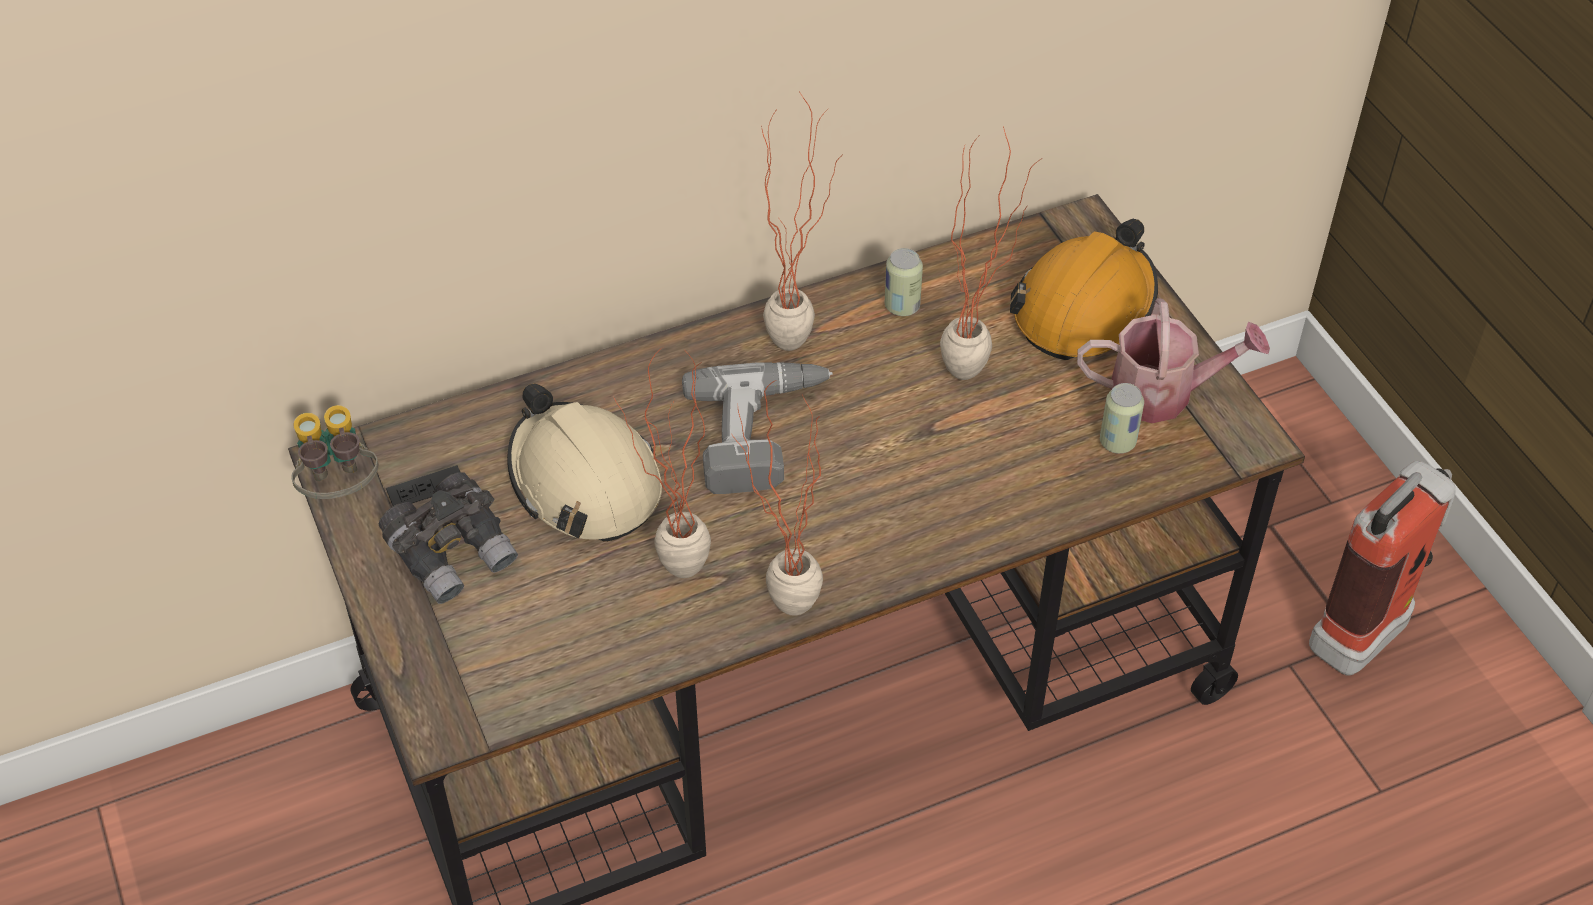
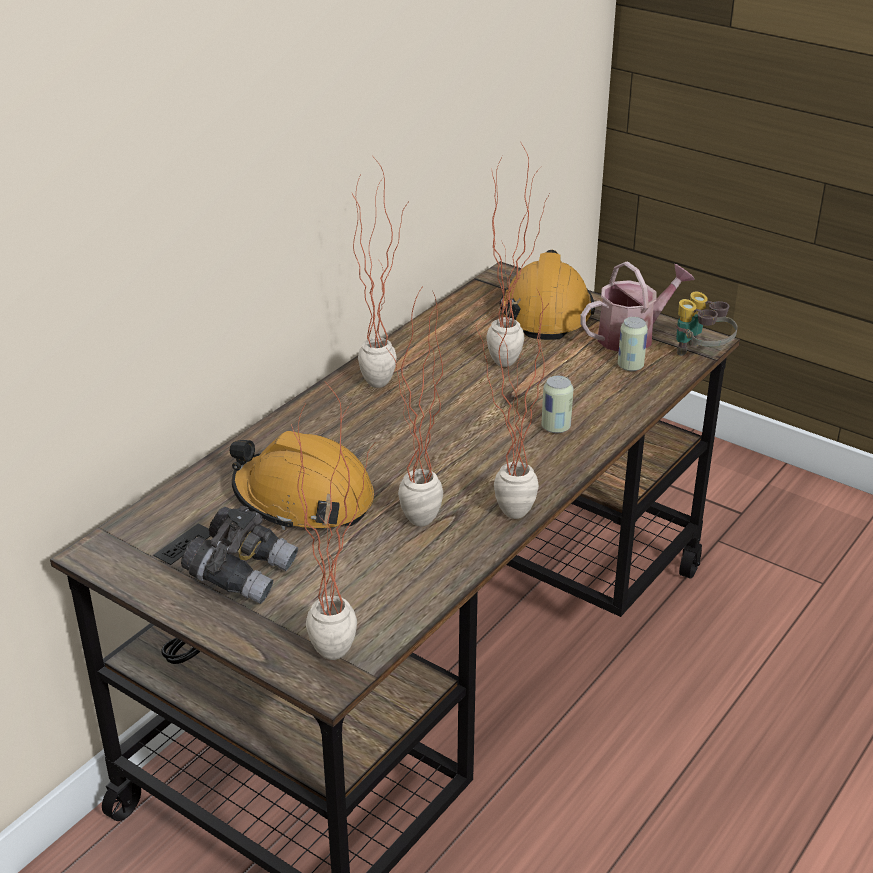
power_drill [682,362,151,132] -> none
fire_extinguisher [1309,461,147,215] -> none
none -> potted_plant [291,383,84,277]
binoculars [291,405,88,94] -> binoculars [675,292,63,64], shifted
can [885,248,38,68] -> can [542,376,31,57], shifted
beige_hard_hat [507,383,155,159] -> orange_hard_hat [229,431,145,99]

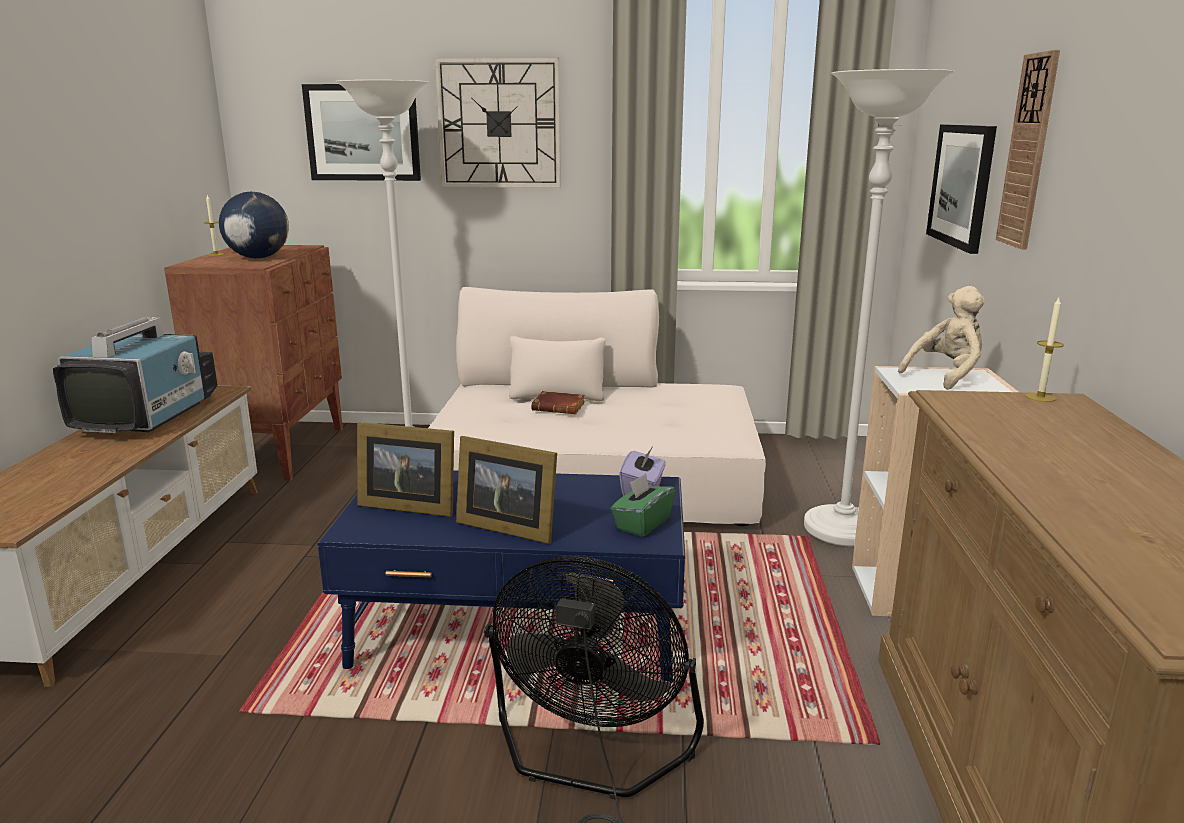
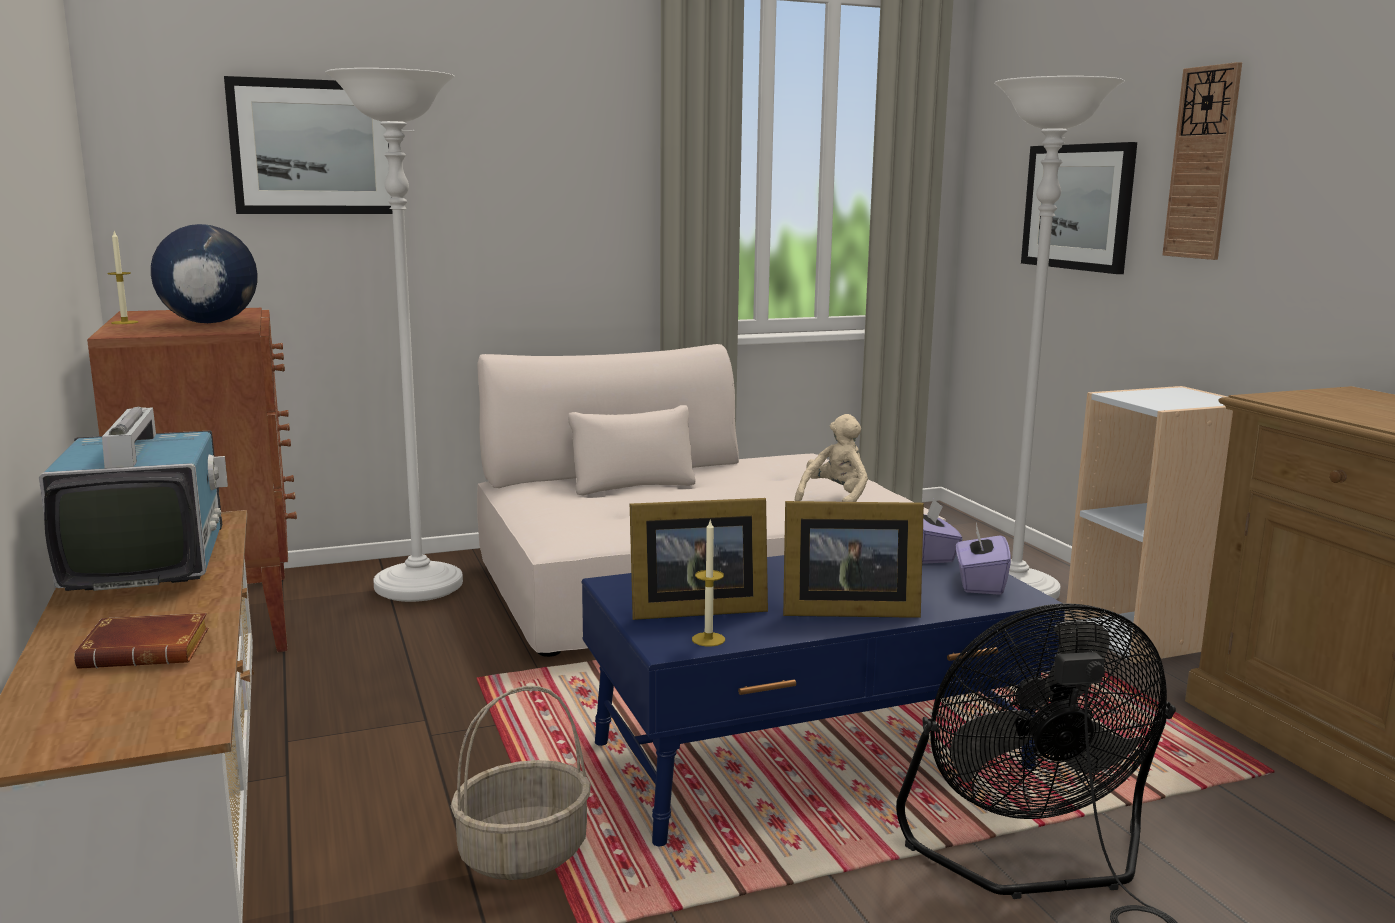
wall_clock [434,58,127,130] -> none
none -> basket [451,686,140,194]
brown_book [531,391,54,23] -> brown_book [74,613,134,56], shifted
beige_plush_toy [898,286,87,104] -> beige_plush_toy [795,414,73,88], shifted
candle [1026,298,38,104] -> candle [692,519,33,127], shifted
green_tissue_box [611,473,64,64] -> purple_tissue_box [956,523,55,72]

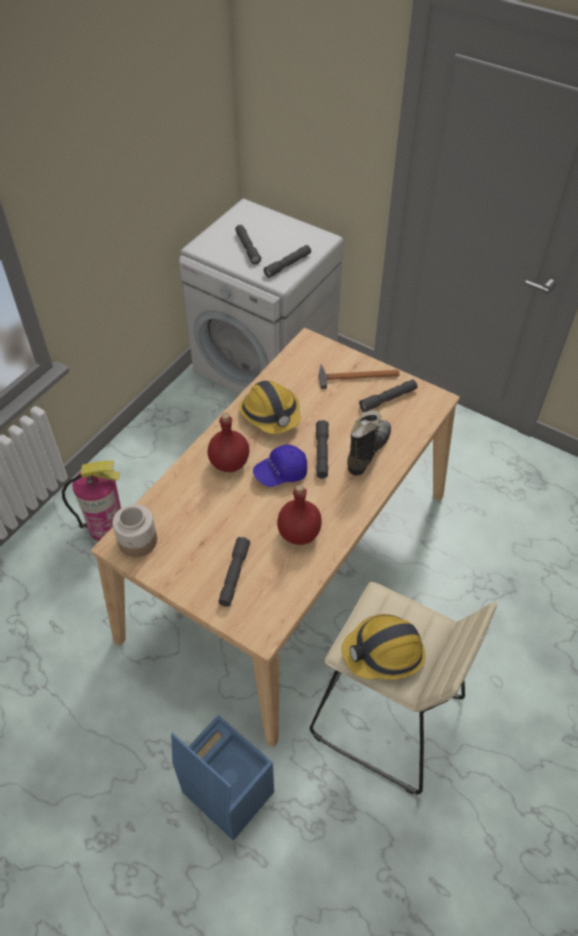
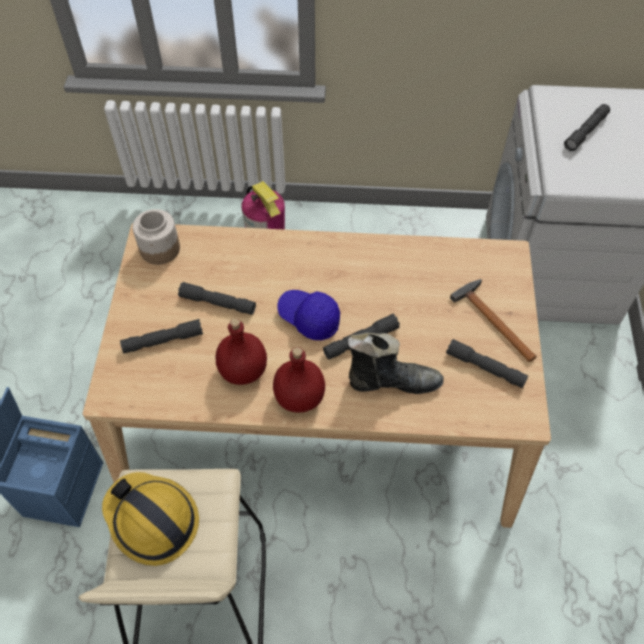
hard_hat [239,380,62,54] -> none
red_bottle [208,413,41,59] -> red_bottle [273,347,52,65], shifted
grey_flashlight [263,245,48,33] -> grey_flashlight [178,282,78,33], shifted

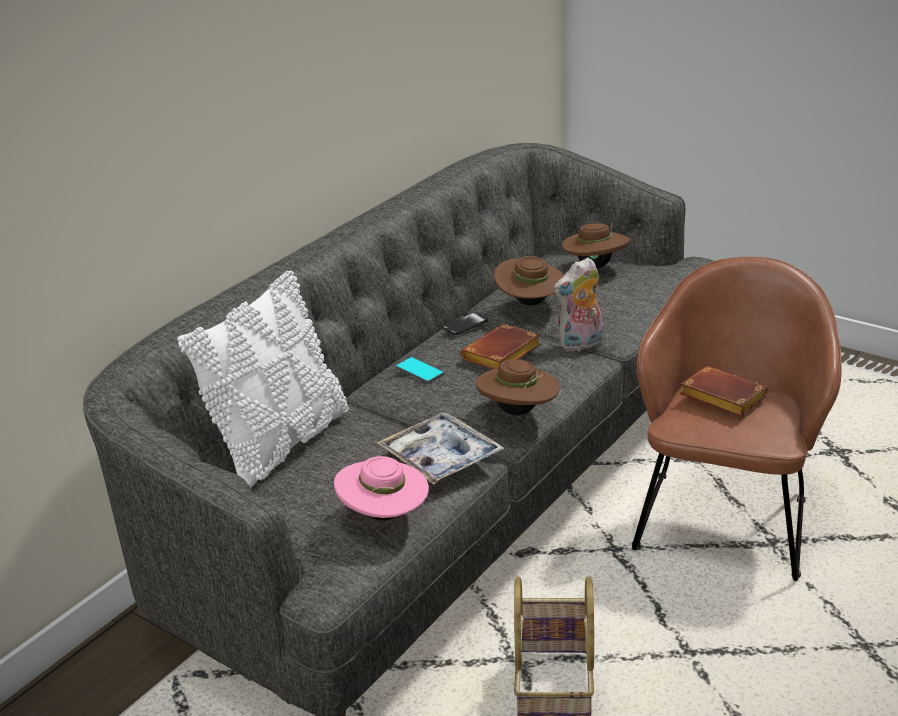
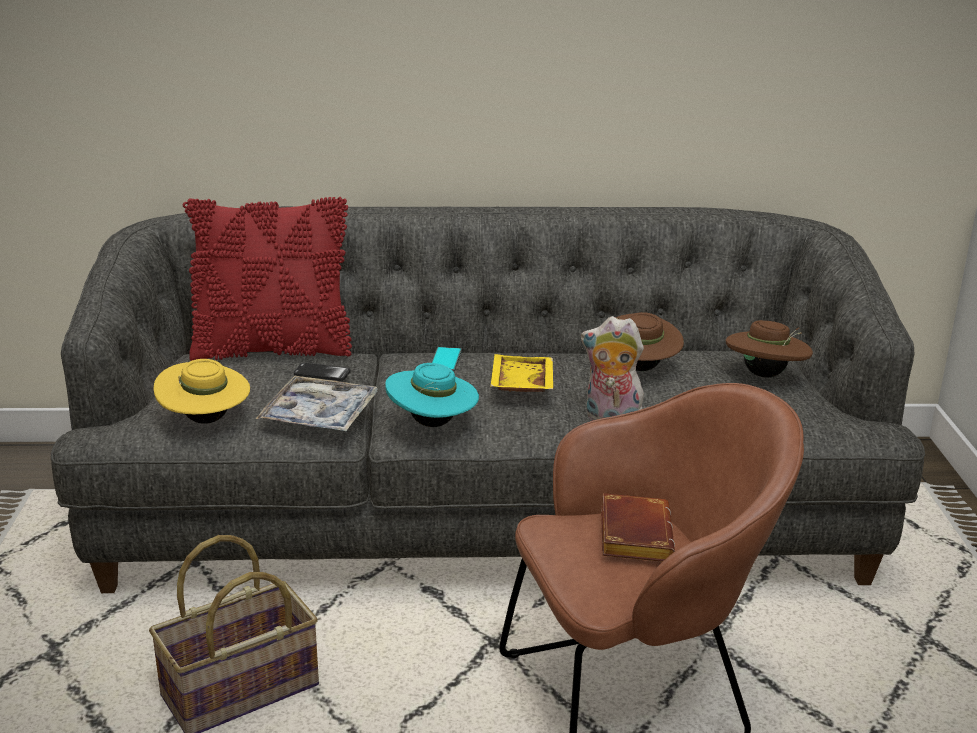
phone [443,312,45,23] -> phone [294,363,57,18], shifted
brown_book [461,324,80,45] -> yellow_tray [490,354,63,38]
white_pillow [177,271,172,217] -> red_pillow [182,197,170,164]
pink_hat [334,456,95,65] -> yellow_hat [153,359,97,65]
brown_hat [476,359,83,57] -> turquoise_hat [385,363,94,64]

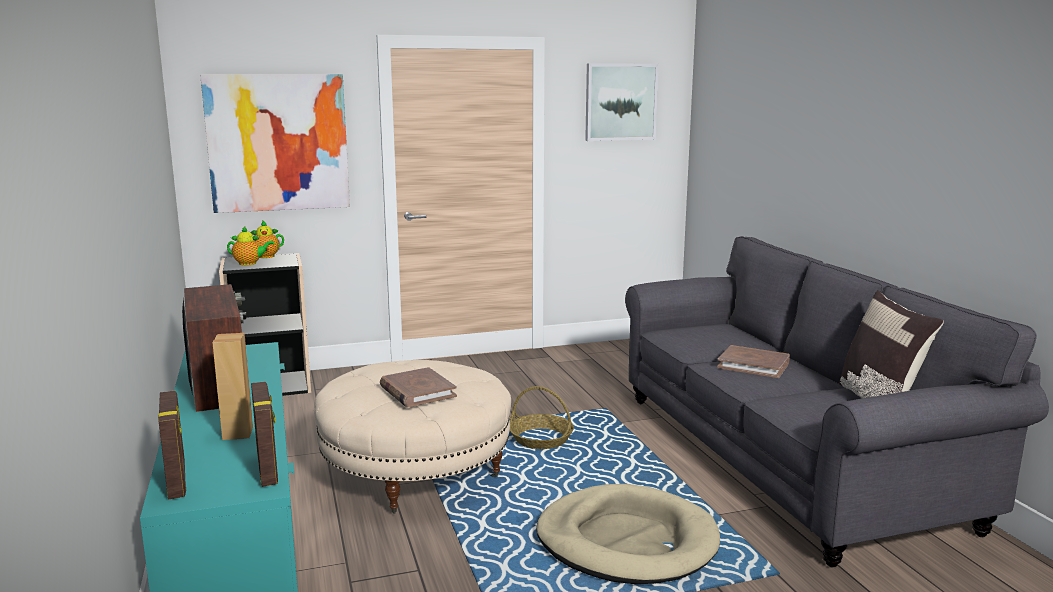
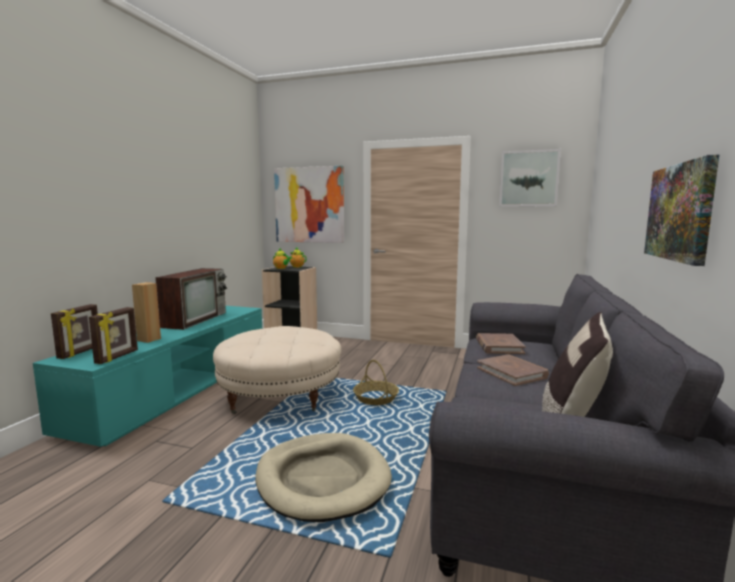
none -> picture [644,154,76,112]
brown_book [380,367,77,40] -> brown_book [476,333,50,21], shifted

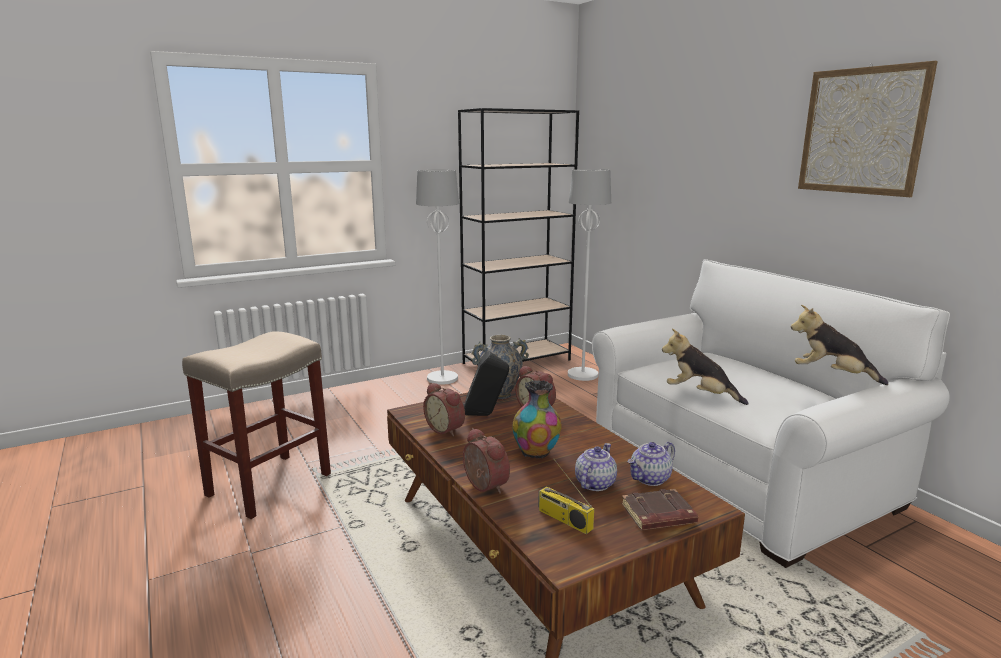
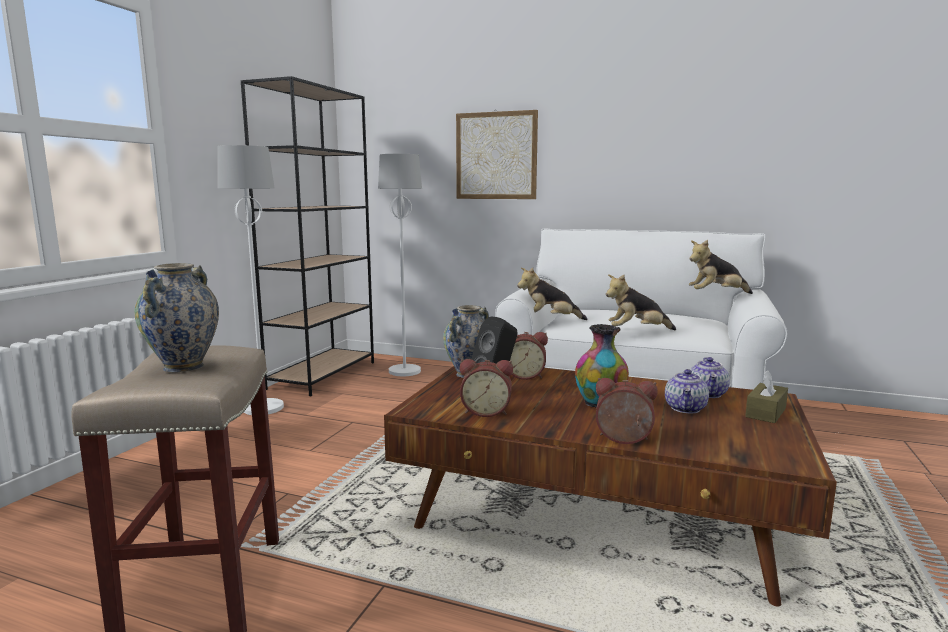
radio [538,459,56,75] -> none
none -> vase [134,263,85,110]
none -> plush_toy [517,267,70,53]
picture [798,61,140,136] -> picture [456,110,82,89], shifted
brown_book [622,489,76,41] -> brown_tissue_box [745,371,43,52]
teapot [575,443,42,48] -> teapot [665,369,44,44], 150 degrees counterclockwise

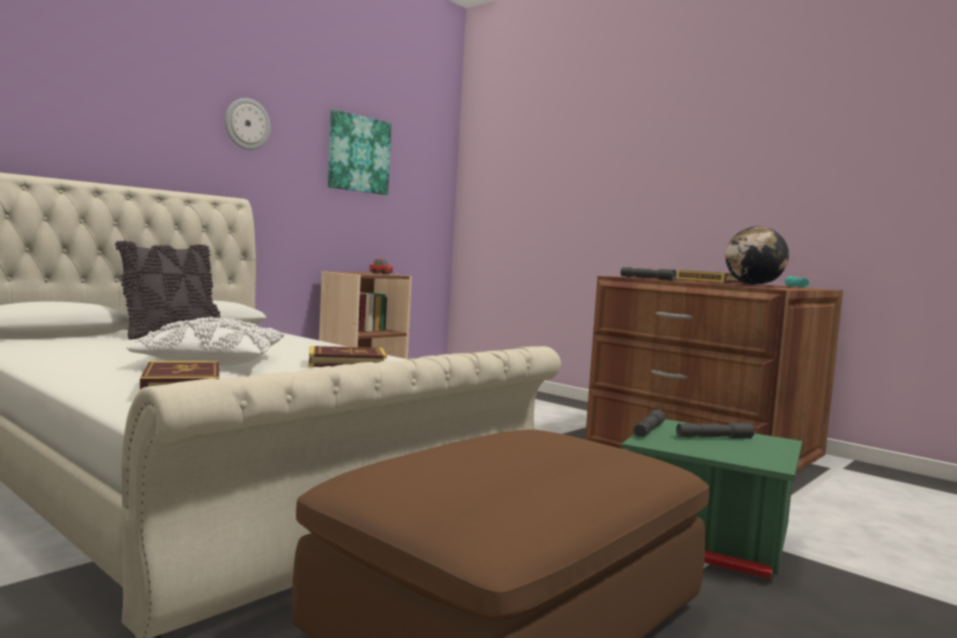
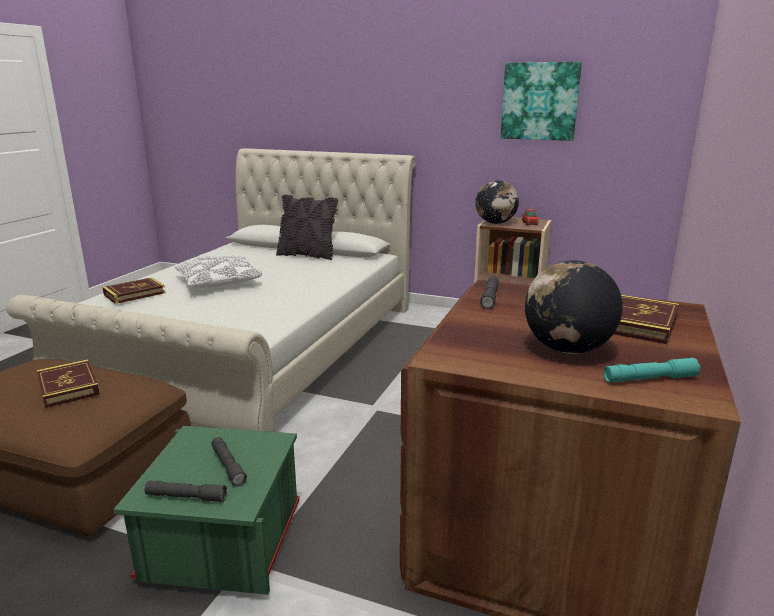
wall_clock [225,98,46,52] -> none
none -> globe [475,180,44,44]
book [309,346,78,21] -> book [37,359,63,49], shifted
grey_flashlight [633,409,32,28] -> grey_flashlight [145,481,82,21], shifted

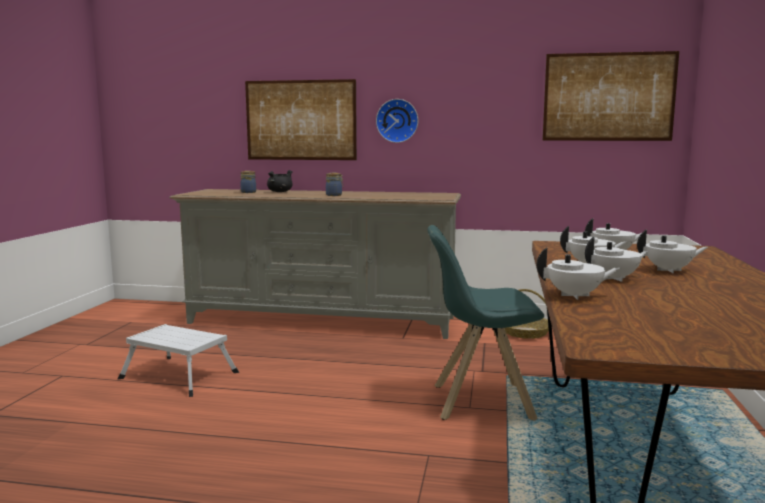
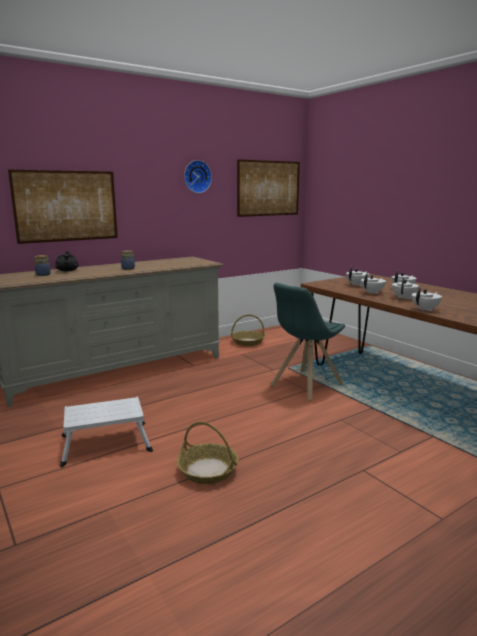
none -> basket [177,422,62,62]
wall_clock [376,99,42,44] -> wall_clock [184,160,28,33], shifted

